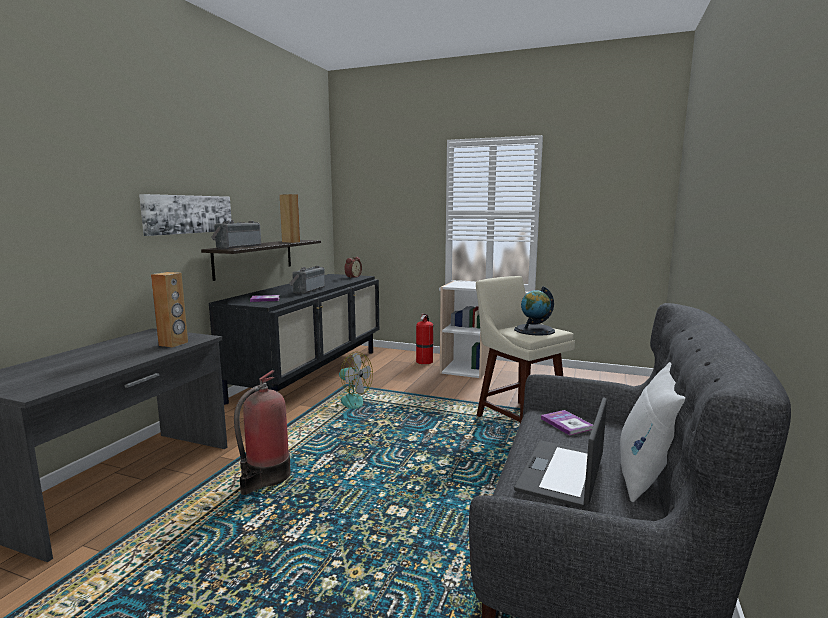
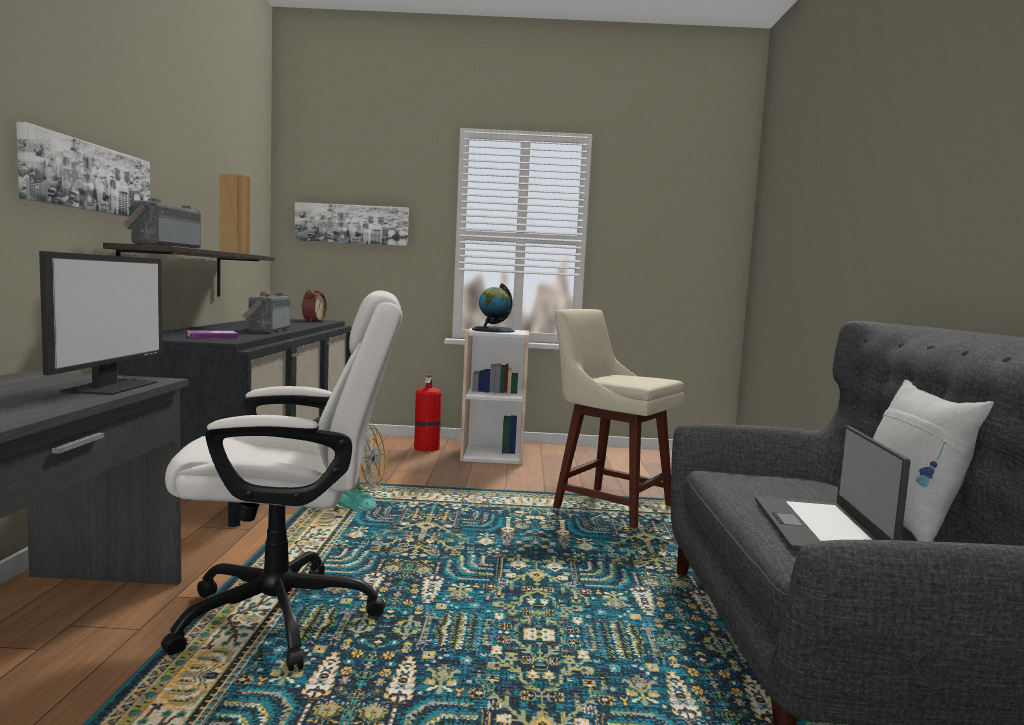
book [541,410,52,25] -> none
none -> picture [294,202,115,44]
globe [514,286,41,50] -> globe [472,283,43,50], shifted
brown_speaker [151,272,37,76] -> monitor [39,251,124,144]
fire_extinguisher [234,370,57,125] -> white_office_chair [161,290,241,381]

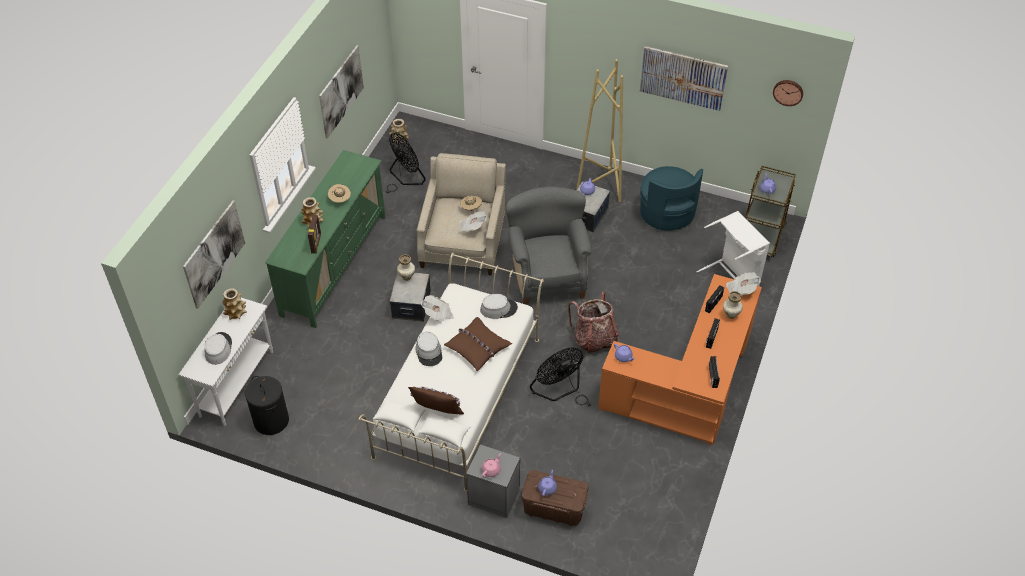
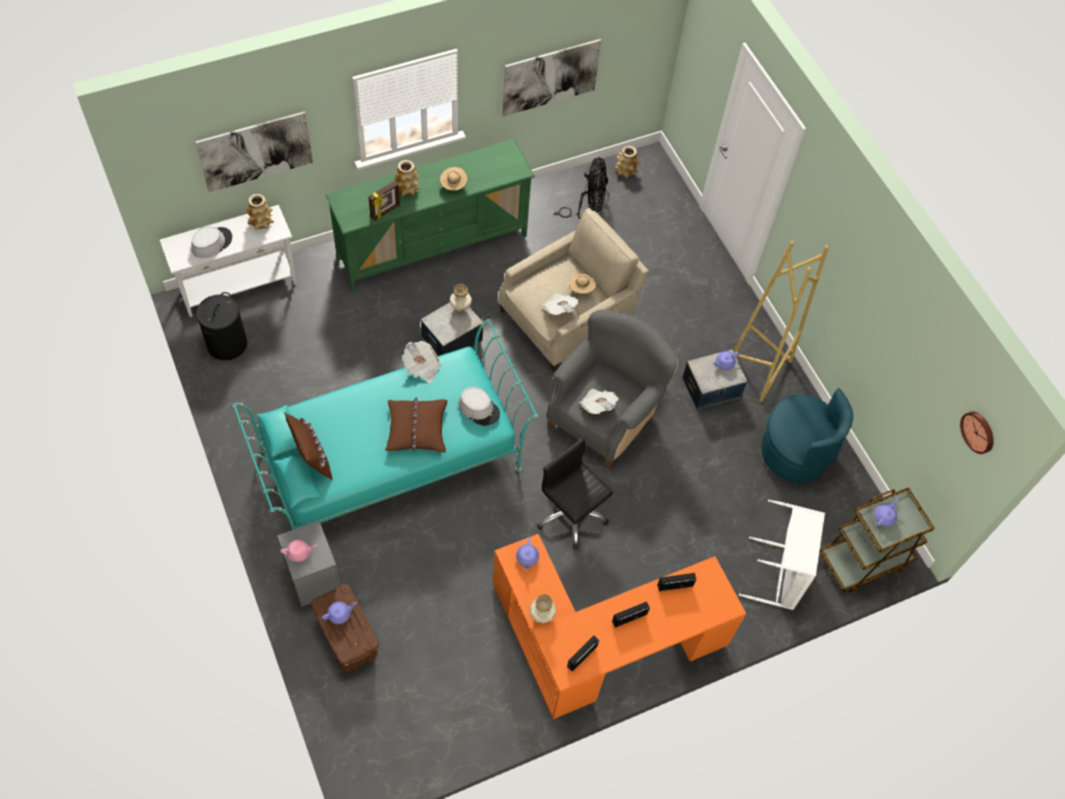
grey_hat [416,332,26,34] -> none
black_fan [530,347,61,59] -> none
picture [640,46,88,65] -> none
vase [723,291,20,28] -> vase [530,594,26,30], shifted
newspaper [726,272,35,23] -> newspaper [580,389,39,25], shifted
backpack [568,291,51,63] -> black_office_chair [537,438,76,111]
white_bed [358,252,186,240] -> turquoise_bed [231,319,308,211]
turquoise_armchair [640,166,63,65] -> turquoise_armchair [761,388,92,95], 90 degrees counterclockwise

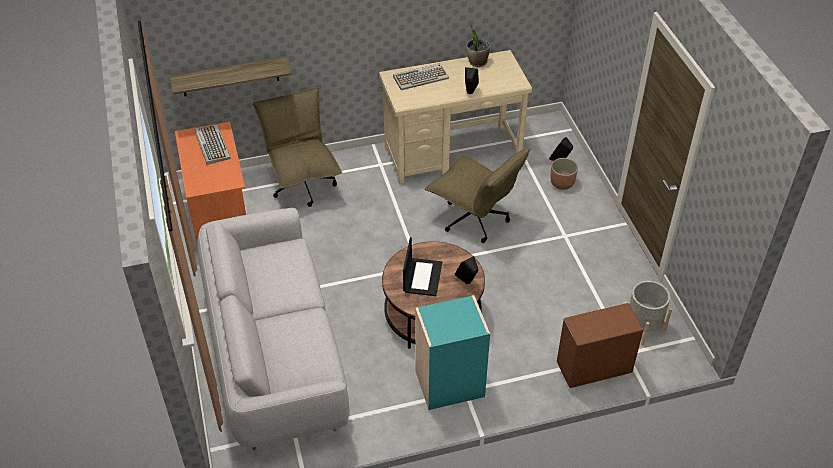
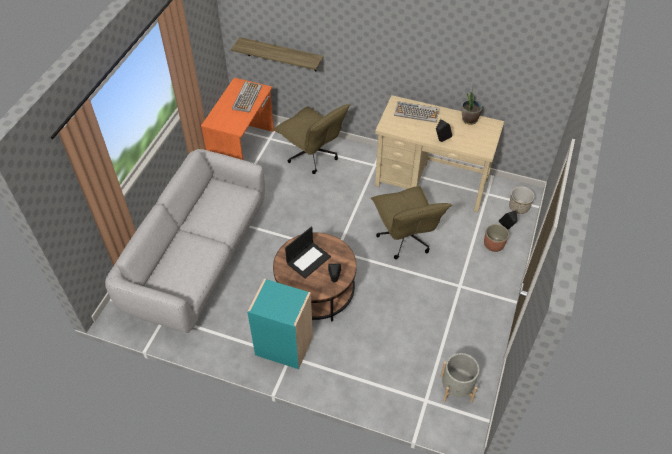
brown_nightstand [557,303,87,85] -> none
none -> planter [509,186,26,28]
beige_office_chair [253,88,89,119] -> beige_office_chair [272,104,79,70], 120 degrees clockwise

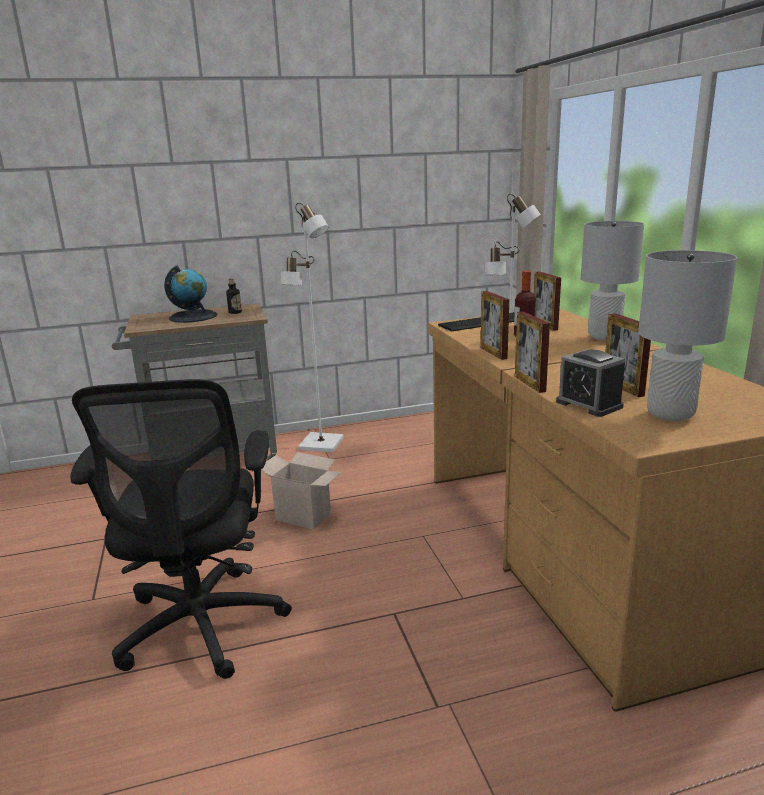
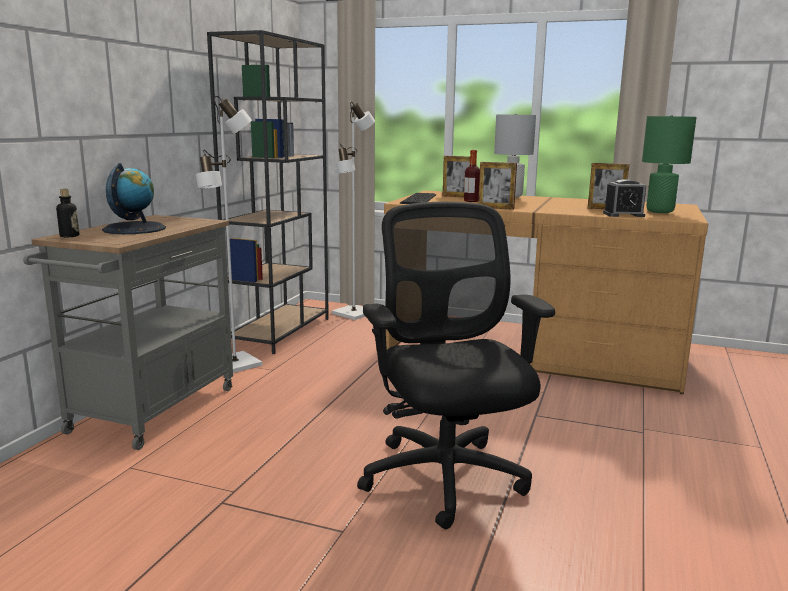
cardboard_box [261,452,81,78] -> none
picture_frame [515,312,35,81] -> none
none -> bookcase [207,30,122,324]
bottle [226,278,16,36] -> bottle [56,189,23,48], shifted
grey_table_lamp [638,250,99,171] -> green_table_lamp [642,115,55,98]
black_office_chair [70,379,222,300] -> black_office_chair [357,202,198,327], 135 degrees counterclockwise

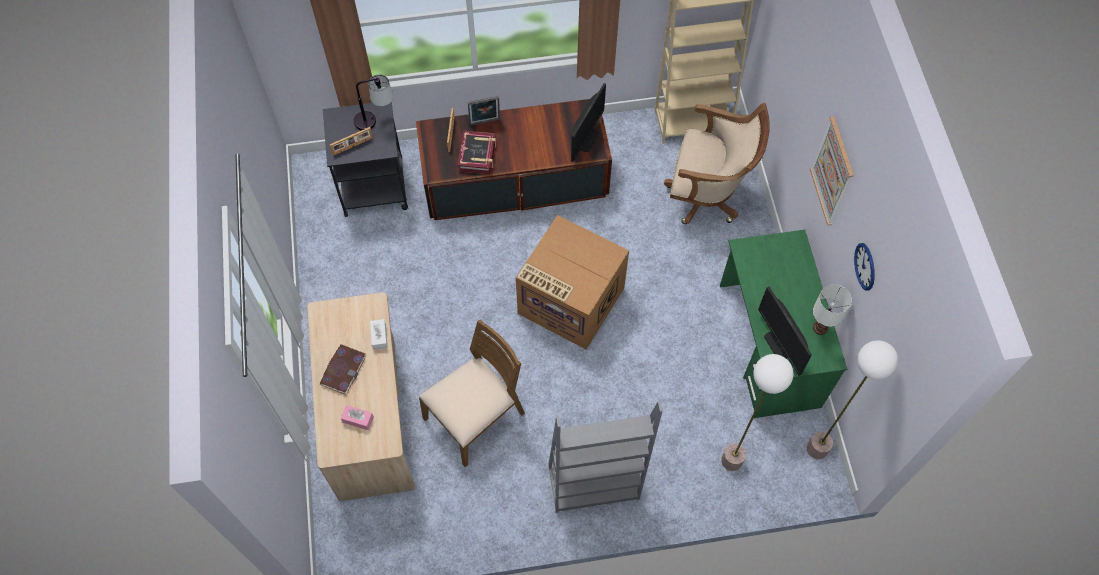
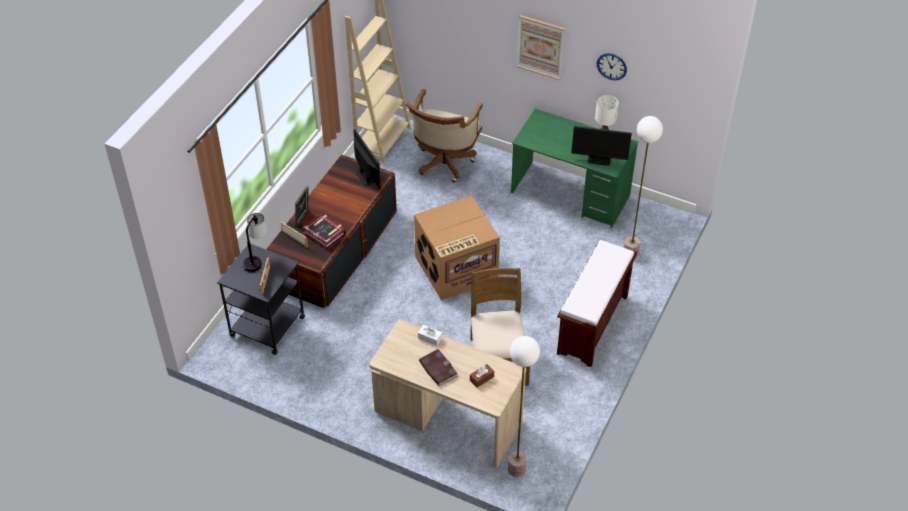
floor_lamp [807,340,91,119] -> floor_lamp [508,336,32,141], shifted
grey_bookcase [548,401,115,112] -> brown_bench [557,240,80,127]
pink_tissue_box [341,405,33,25] -> brown_tissue_box [470,364,24,24]
office_chair [664,103,106,121] -> office_chair [405,89,78,93], 150 degrees clockwise

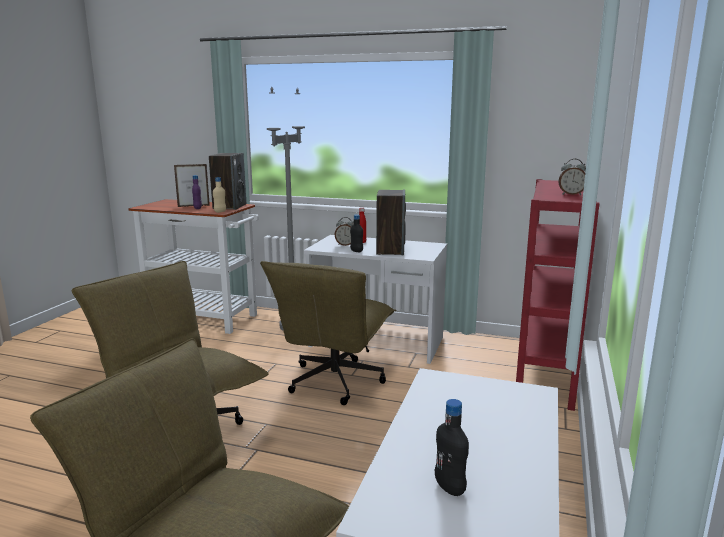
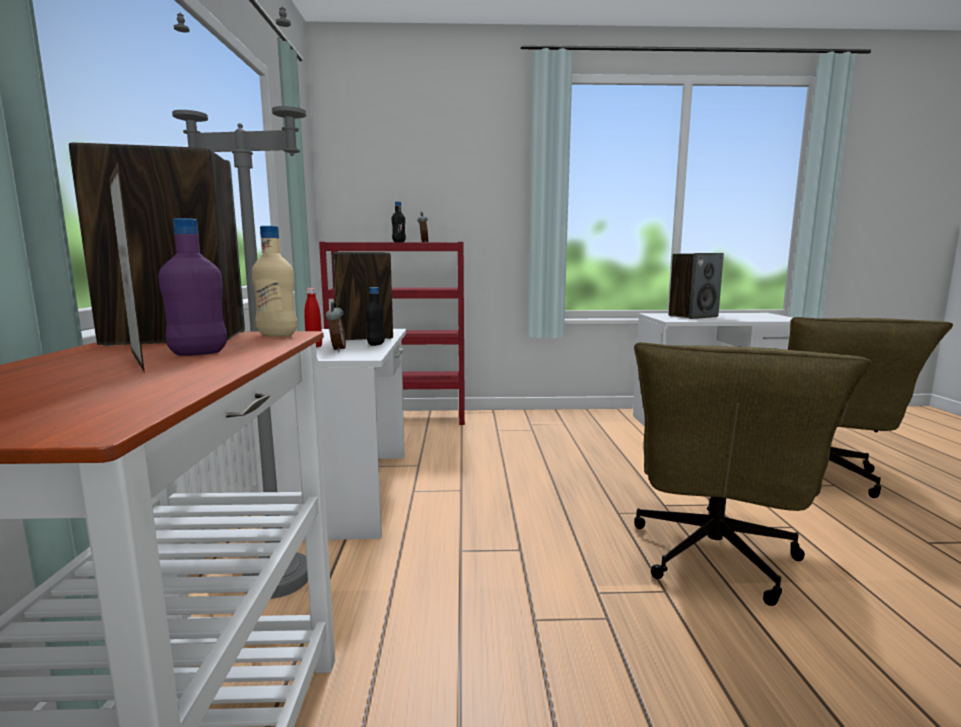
beige_office_chair [260,261,137,144] -> none
none -> speaker [669,253,55,66]
black_bottle [435,399,34,97] -> black_bottle [392,201,14,41], shifted

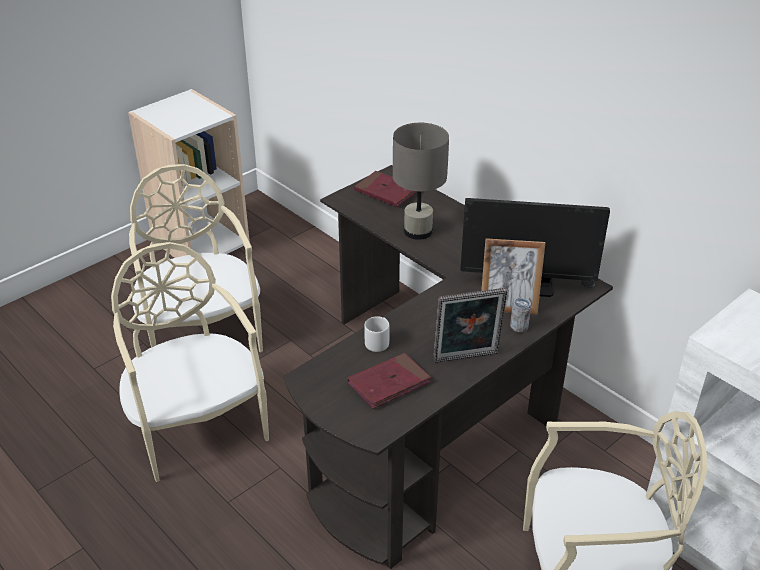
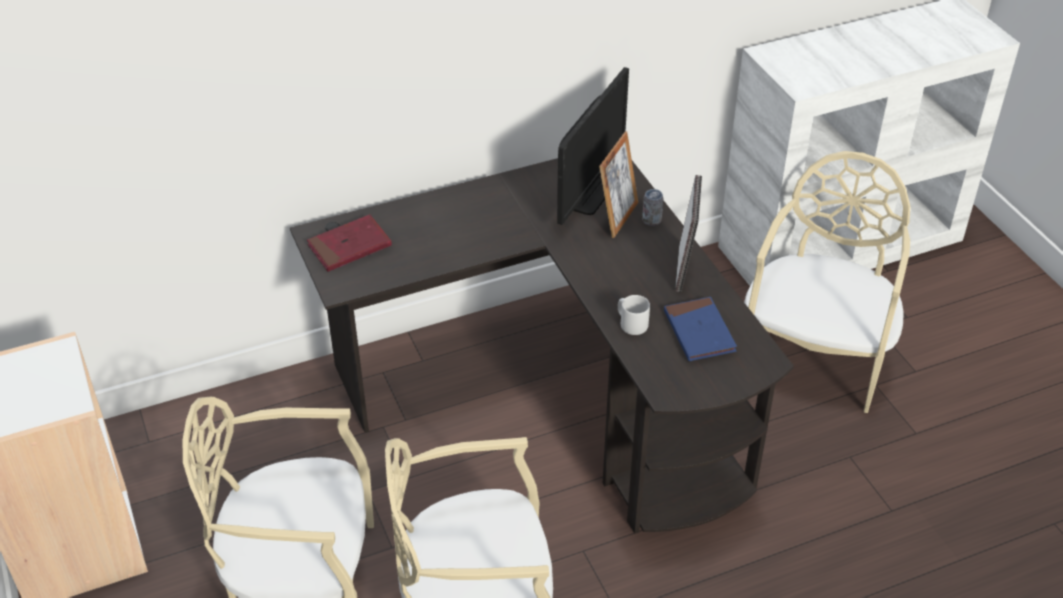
grey_table_lamp [393,123,56,117] -> none
red_book [347,353,84,56] -> blue_book [664,297,73,64]

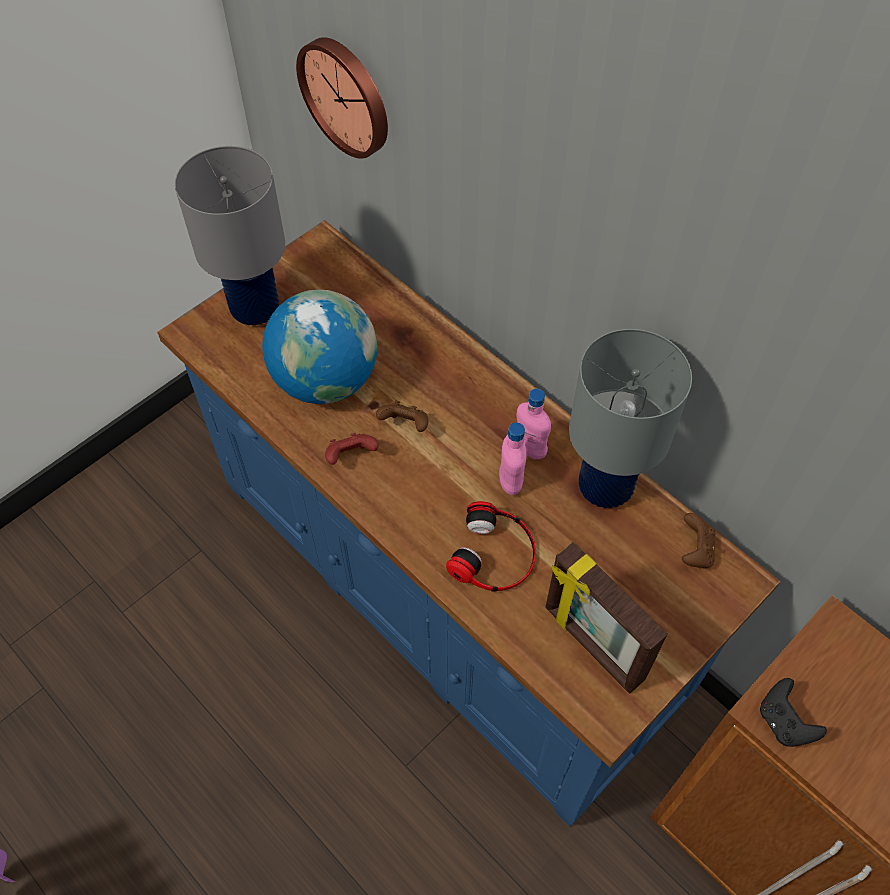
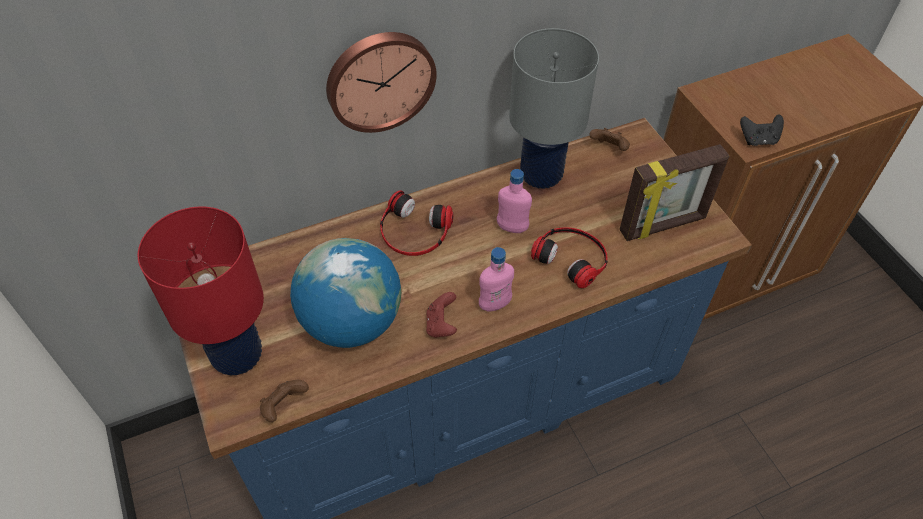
none -> headphones [380,190,73,66]
wall_clock [296,37,92,122] -> wall_clock [326,32,111,101], shifted
brown_game_controller [376,400,53,32] -> brown_game_controller [260,380,49,42], shifted
pink_bottle [516,389,35,70] -> pink_bottle [479,247,35,64], shifted
grey_table_lamp [175,146,110,180] -> red_table_lamp [138,207,126,168]

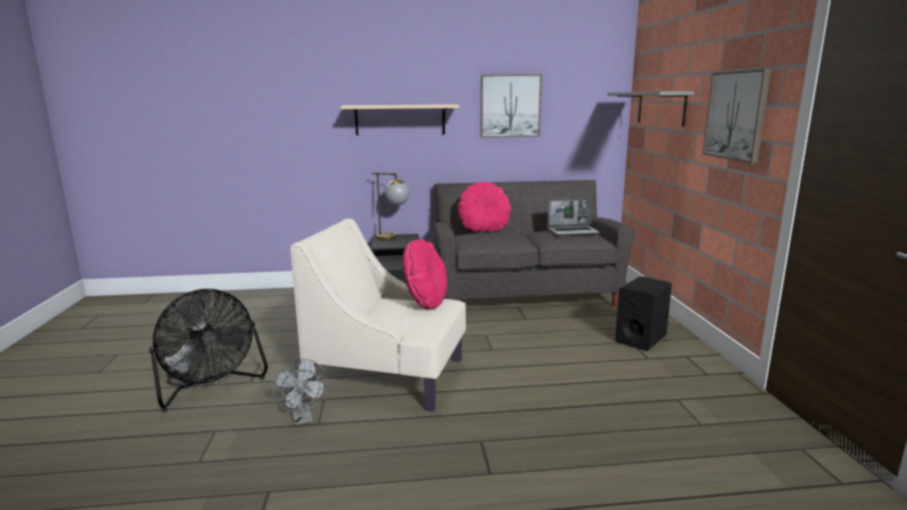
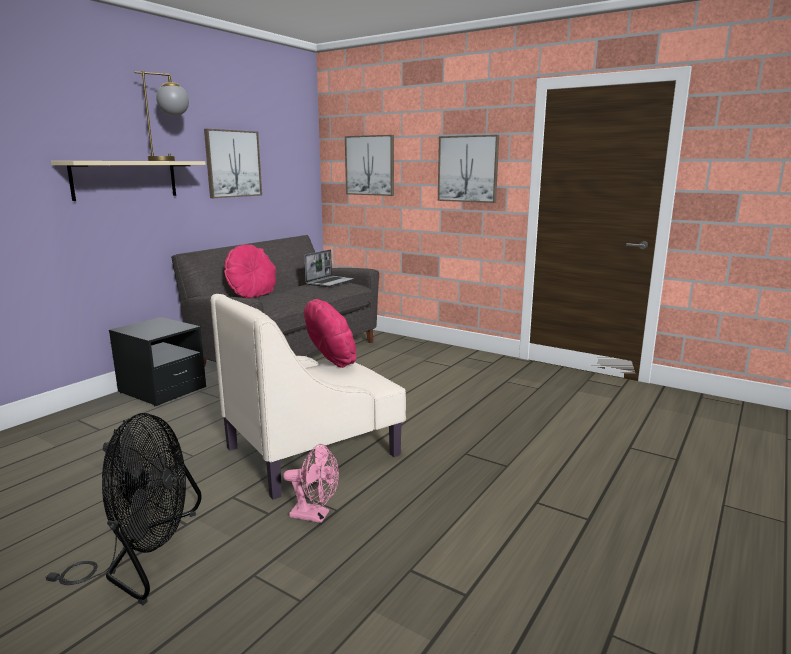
black_speaker [615,276,57,75] -> none
table_lamp [372,172,37,69] -> table_lamp [134,71,55,90], shifted
grey_shelf [607,91,88,36] -> picture [345,135,49,61]
grey_fan [272,359,55,66] -> pink_fan [283,444,56,79]

